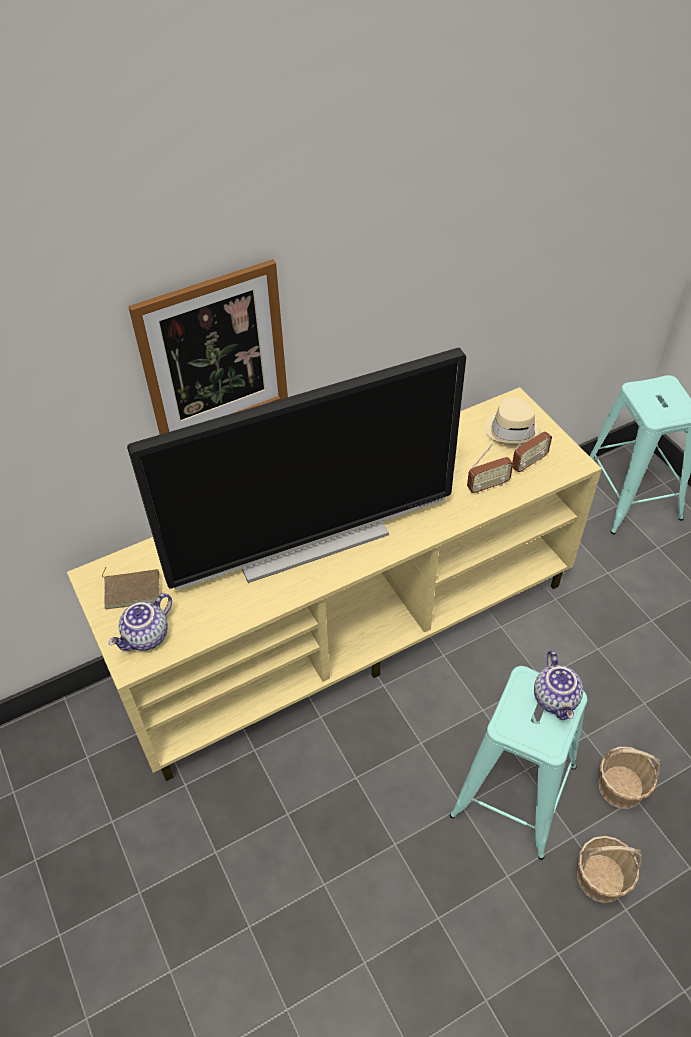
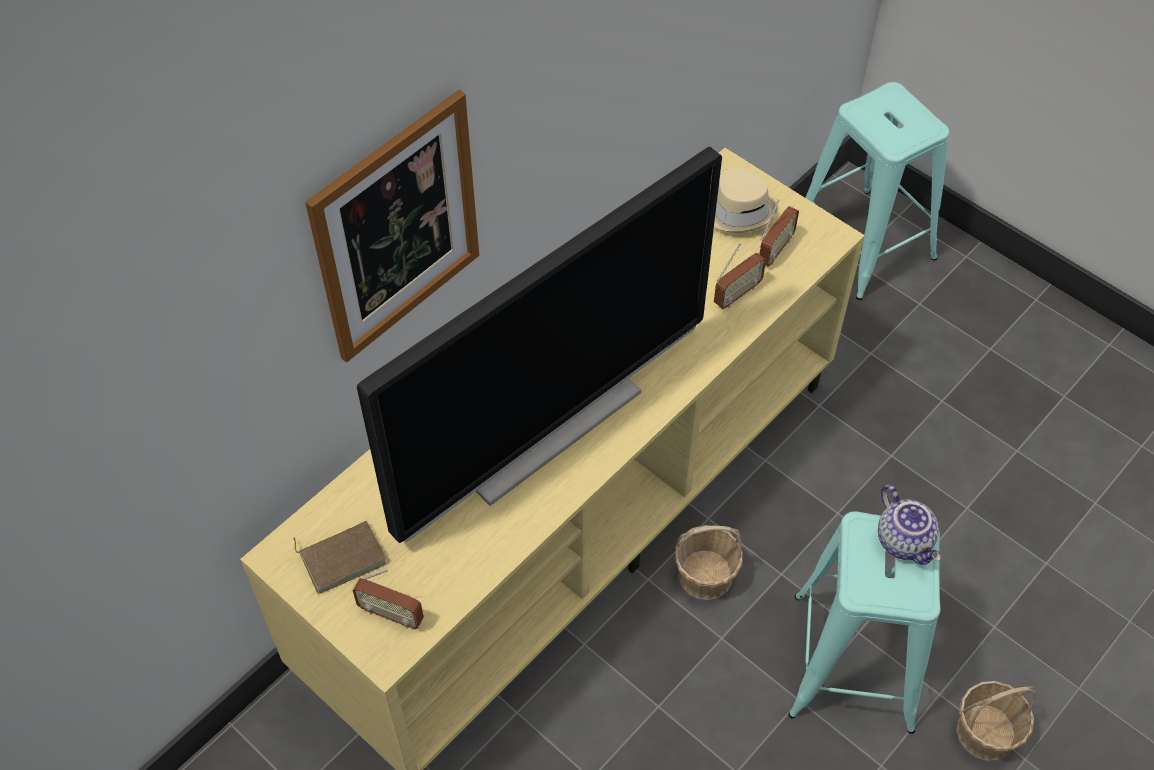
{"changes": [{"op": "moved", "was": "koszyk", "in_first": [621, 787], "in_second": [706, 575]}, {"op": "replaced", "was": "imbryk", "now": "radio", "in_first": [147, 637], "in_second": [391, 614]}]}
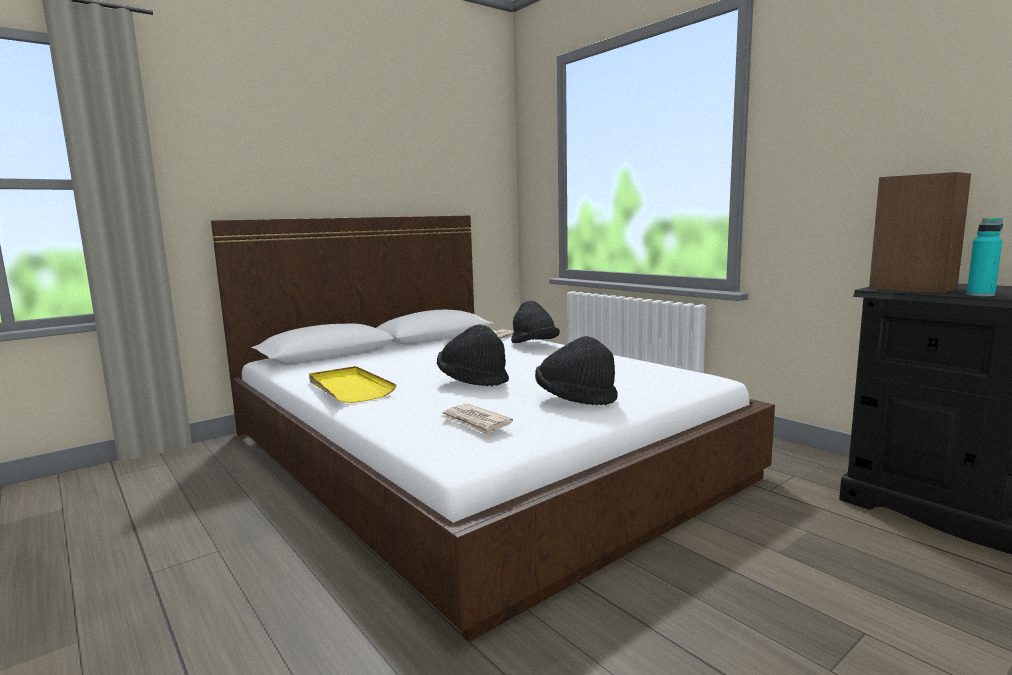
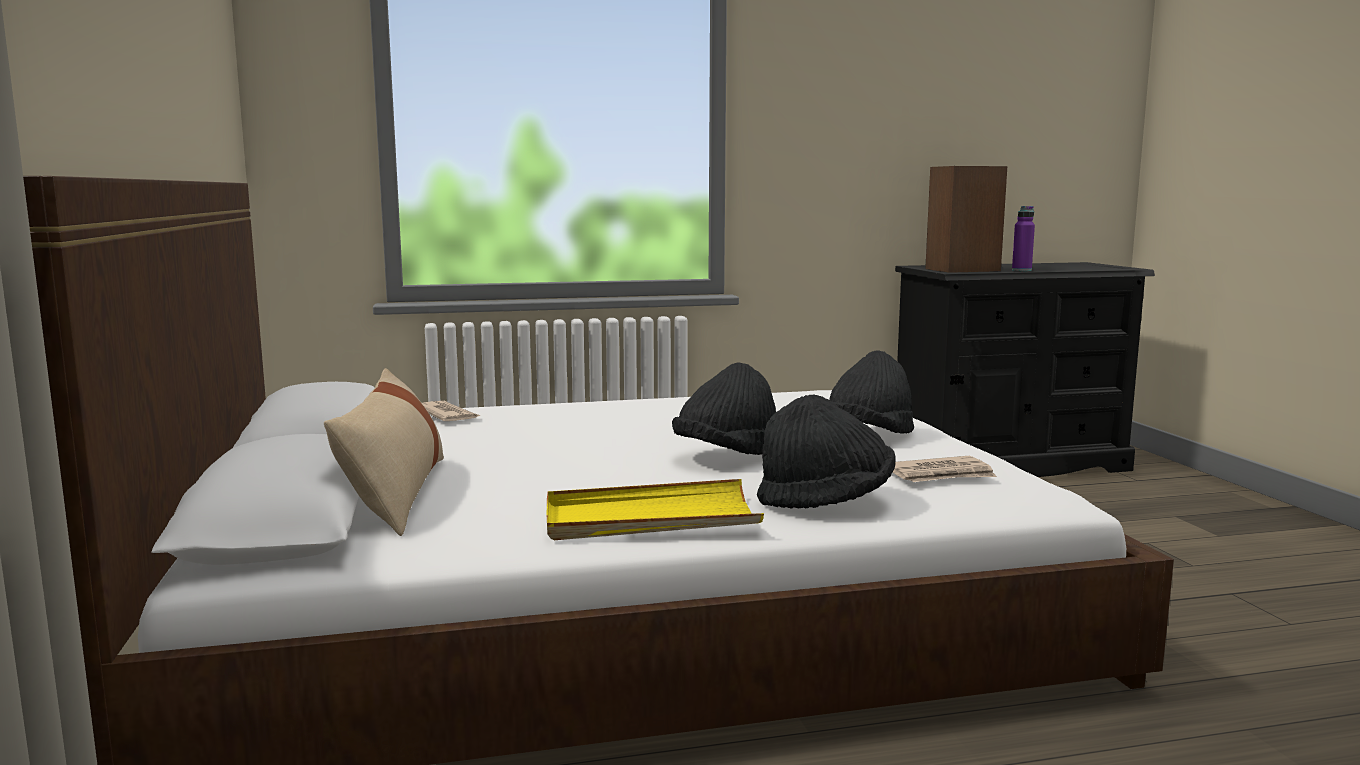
{"changes": [{"op": "added", "now": "poduszka/beżowy", "in_second": [395, 493]}, {"op": "moved", "was": "kapelusz/czarny", "in_first": [534, 345], "in_second": [825, 501]}, {"op": "recoloured", "was": "butelka/turkusowy", "now": "butelka/fioletowy", "in_first": [980, 295], "in_second": [1021, 270]}]}
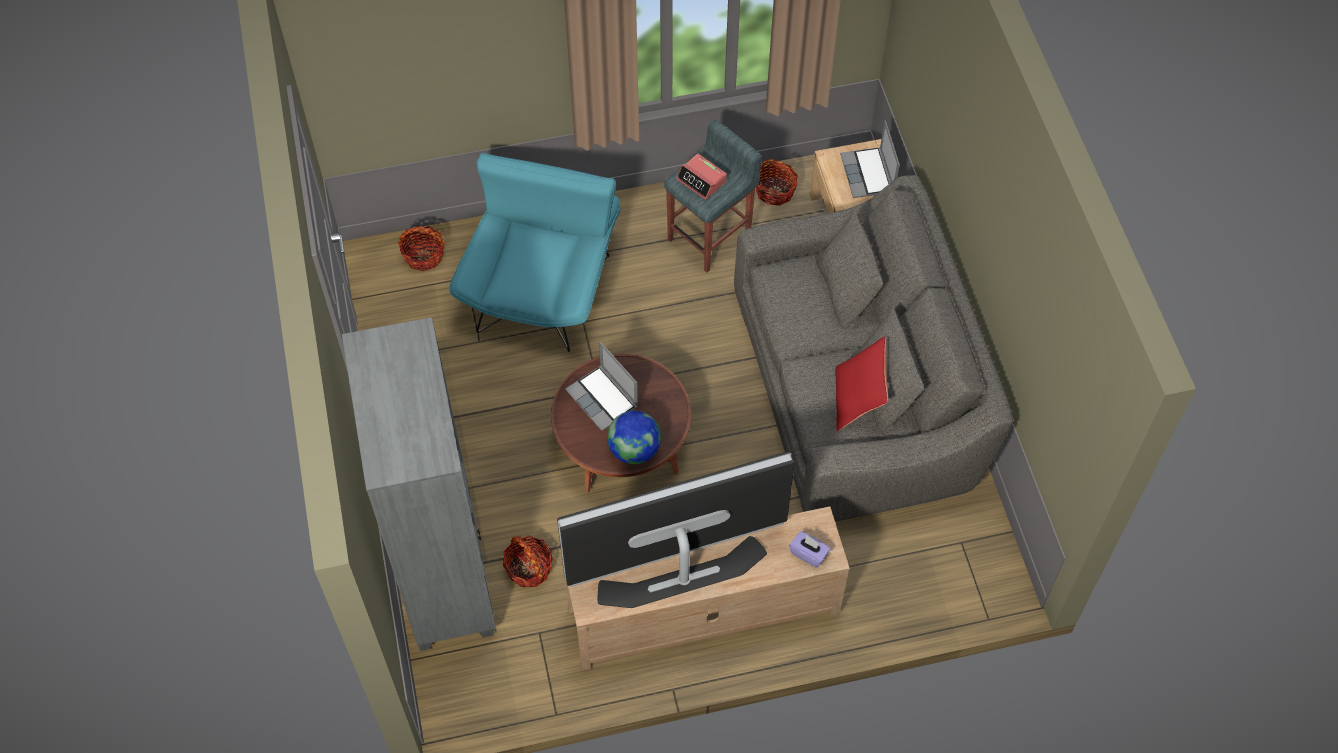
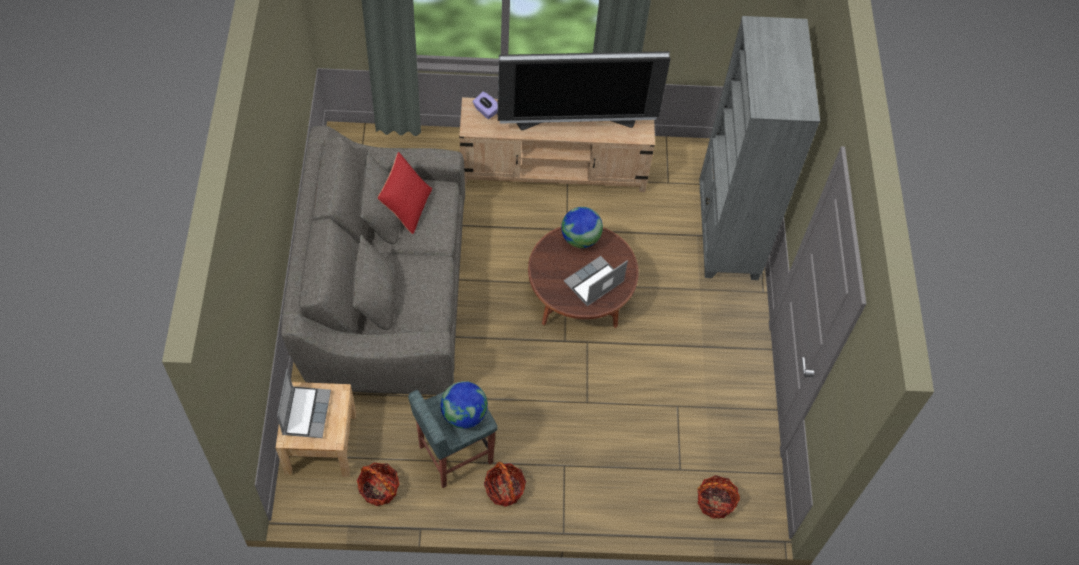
{"changes": [{"op": "removed", "was": "fotel/turkusowy", "in_first": [544, 282]}, {"op": "moved", "was": "koszyk", "in_first": [529, 568], "in_second": [504, 489]}, {"op": "replaced", "was": "budzik", "now": "globus", "in_first": [701, 180], "in_second": [464, 414]}, {"op": "turned", "was": "laptop", "in_first": [603, 399], "in_second": [594, 283], "clockwise": -105}]}
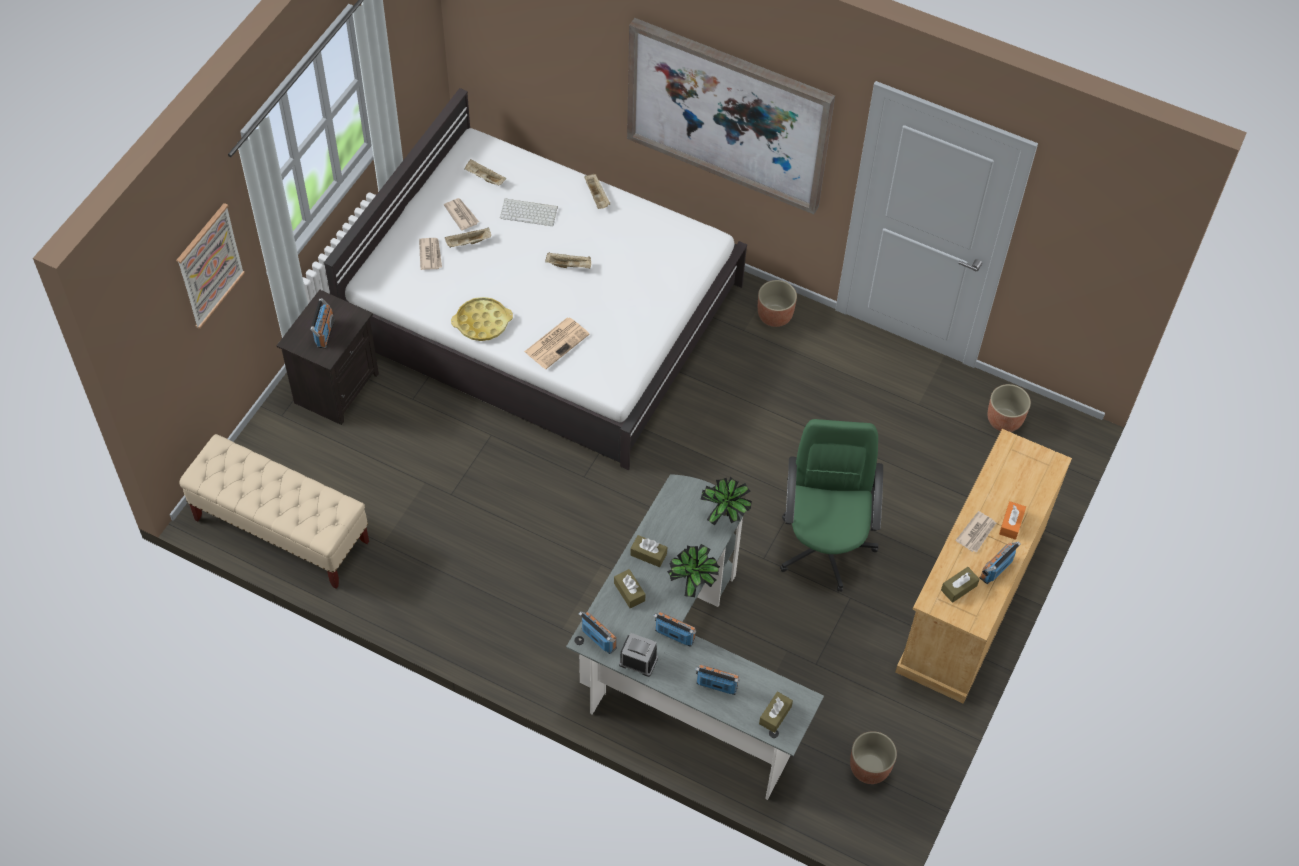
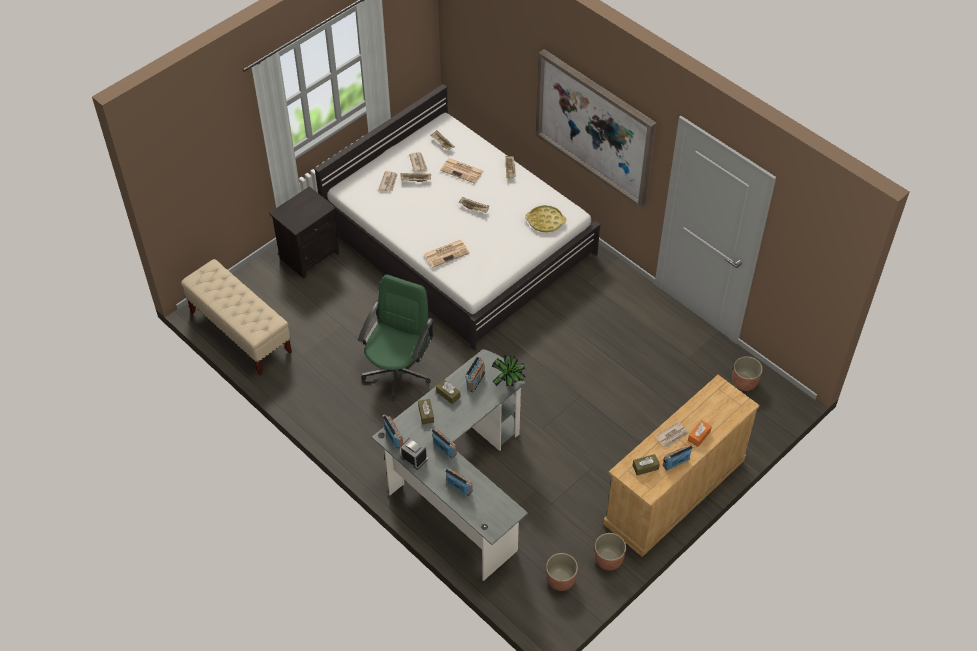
{"changes": [{"op": "removed", "was": "obraz", "in_first": [209, 265]}, {"op": "removed", "was": "roślina doniczkowa", "in_first": [693, 584]}, {"op": "removed", "was": "pudełko chusteczek/brązowy", "in_first": [775, 715]}, {"op": "moved", "was": "radio", "in_first": [325, 333], "in_second": [475, 381]}, {"op": "moved", "was": "taca/żółty", "in_first": [482, 322], "in_second": [545, 221]}, {"op": "moved", "was": "donica", "in_first": [775, 315], "in_second": [608, 559]}, {"op": "moved", "was": "krzesło biurowe/zielony", "in_first": [825, 545], "in_second": [398, 371]}, {"op": "replaced", "was": "klawiatura", "now": "gazeta", "in_first": [529, 212], "in_second": [462, 171]}]}
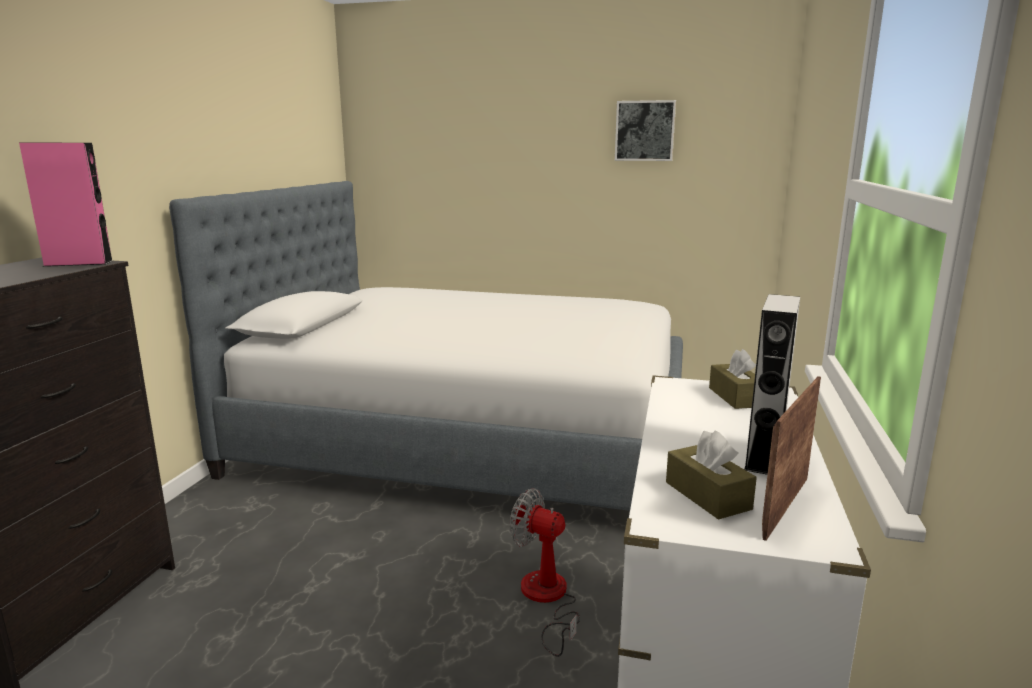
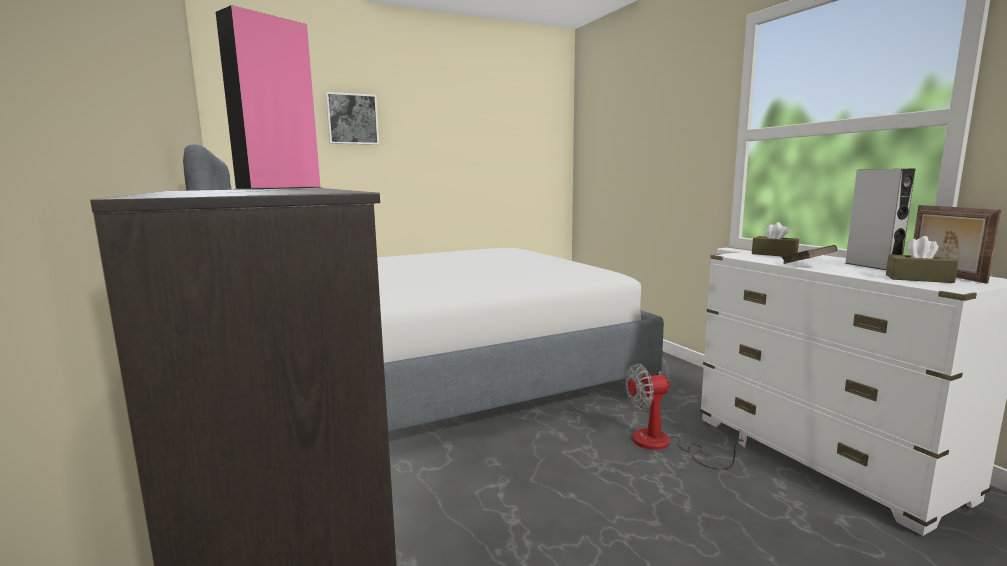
{"changes": [{"op": "added", "now": "książka/brązowy", "in_second": [806, 266]}, {"op": "moved", "was": "obraz", "in_first": [645, 131], "in_second": [352, 119]}]}
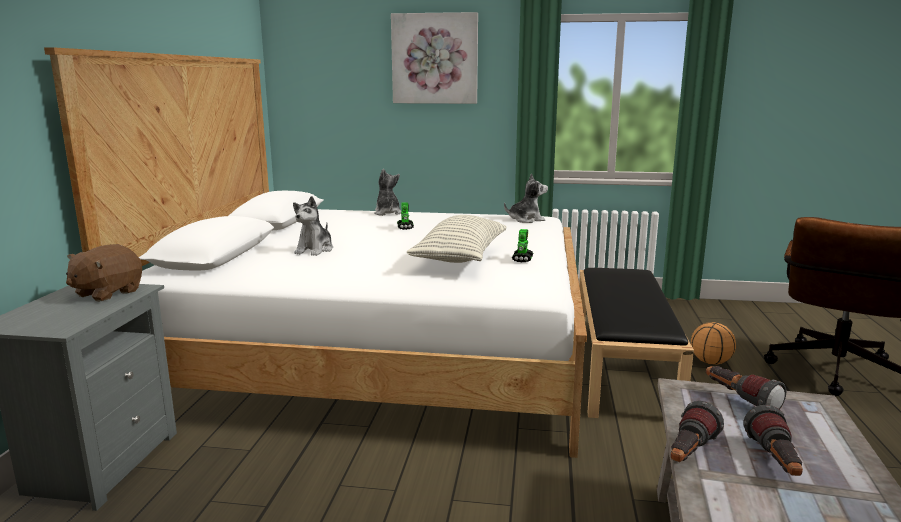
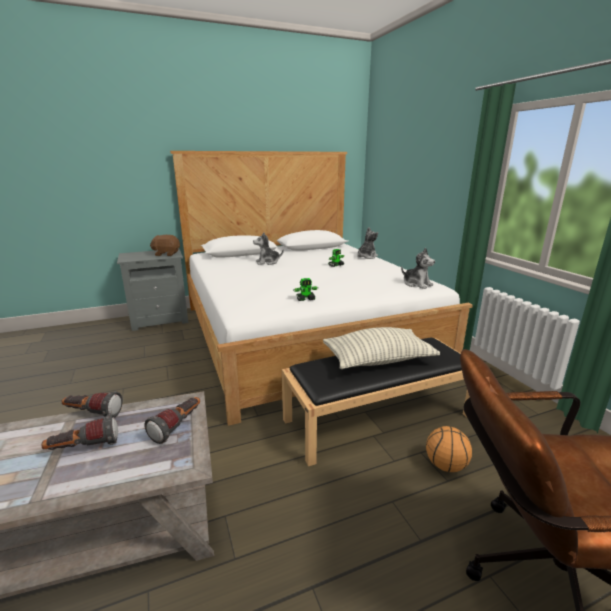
{"changes": [{"op": "removed", "was": "obraz", "in_first": [435, 59]}, {"op": "moved", "was": "poduszka", "in_first": [460, 257], "in_second": [378, 360]}]}
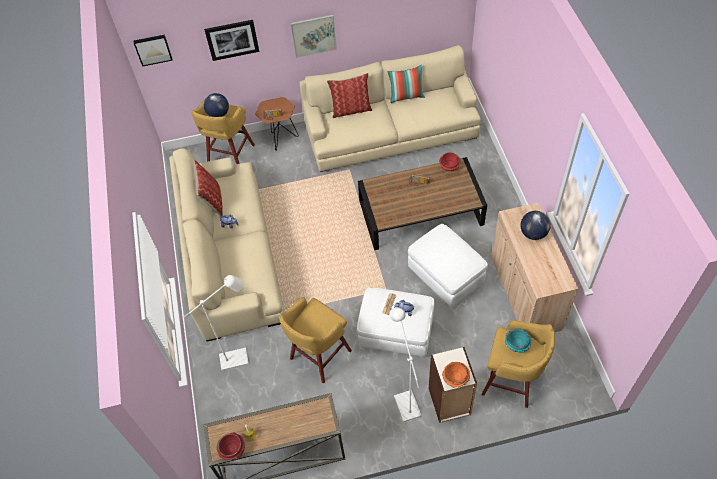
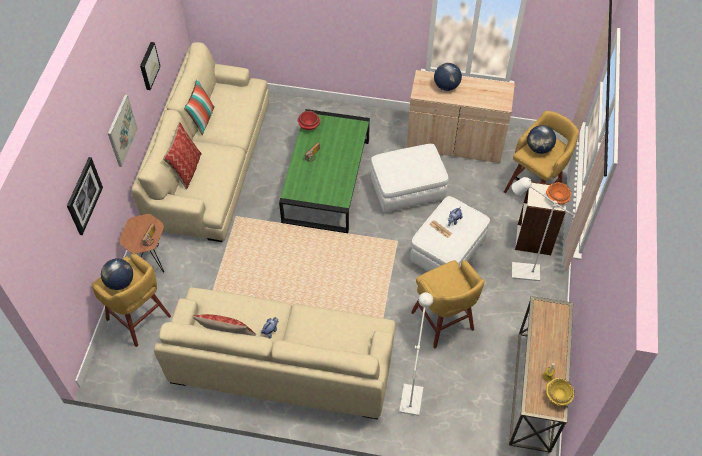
{"changes": [{"op": "moved", "was": "obraz", "in_first": [153, 49], "in_second": [148, 65]}, {"op": "replaced", "was": "miska/turkusowy", "now": "globus", "in_first": [517, 345], "in_second": [539, 148]}, {"op": "recoloured", "was": "miska/czerwony", "now": "miska/żółty", "in_first": [232, 450], "in_second": [558, 396]}, {"op": "recoloured", "was": "ława/brązowy", "now": "ława/zielony", "in_first": [421, 212], "in_second": [326, 180]}]}
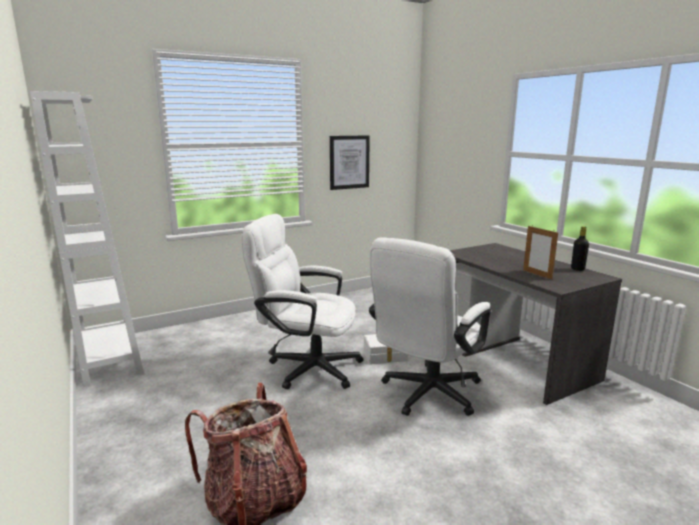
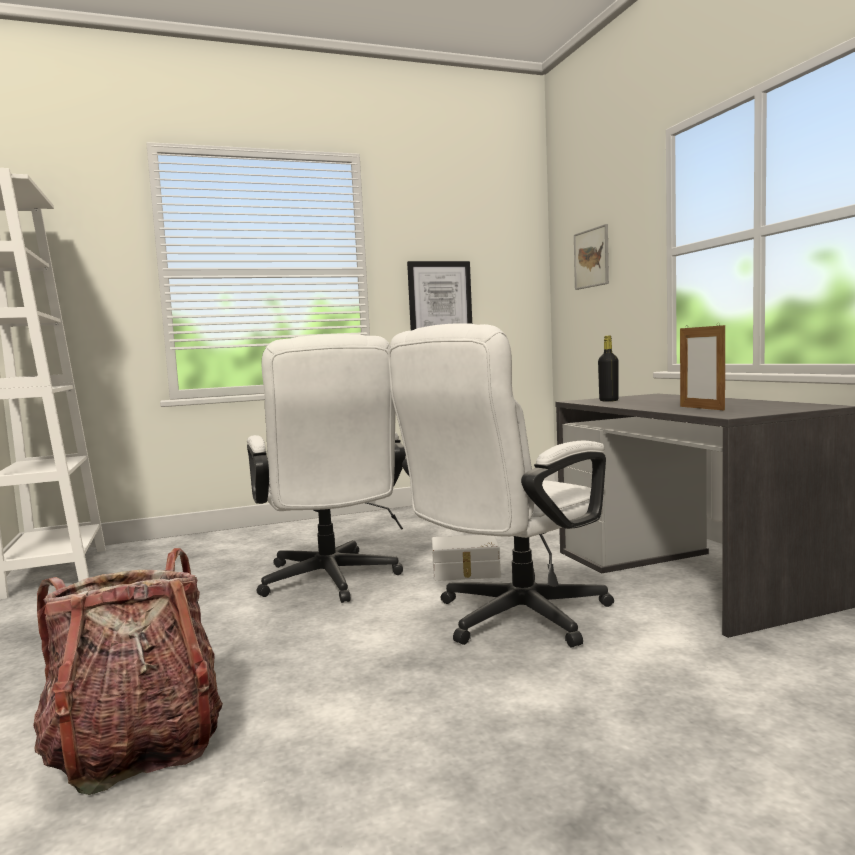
{"changes": [{"op": "added", "now": "obraz", "in_second": [591, 258]}, {"op": "moved", "was": "butelka/czarny", "in_first": [577, 269], "in_second": [608, 401]}, {"op": "turned", "was": "krzesło biurowe/biały", "in_first": [306, 367], "in_second": [331, 582], "clockwise": -135}]}
